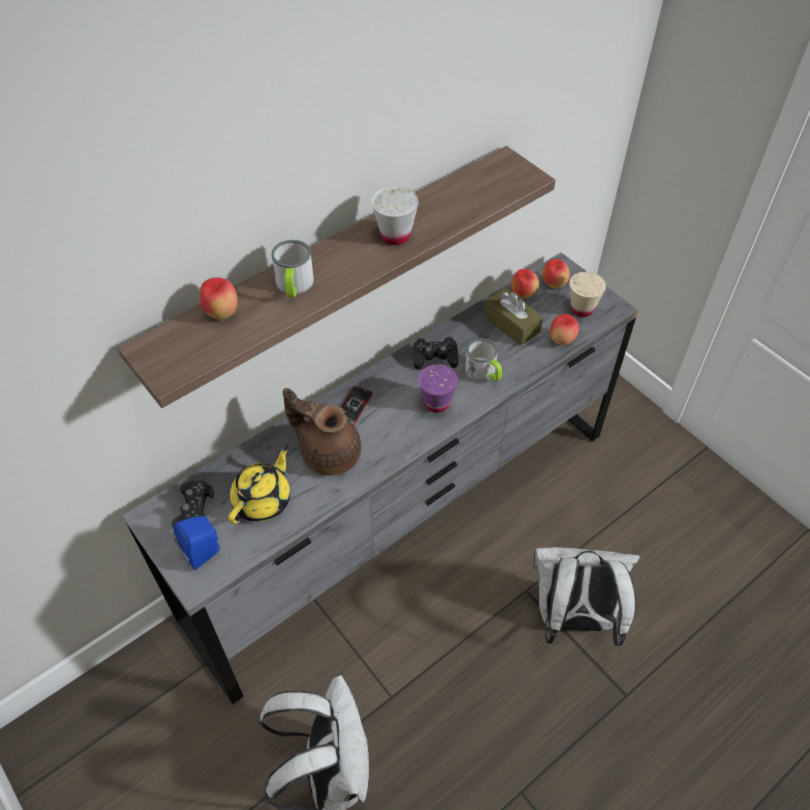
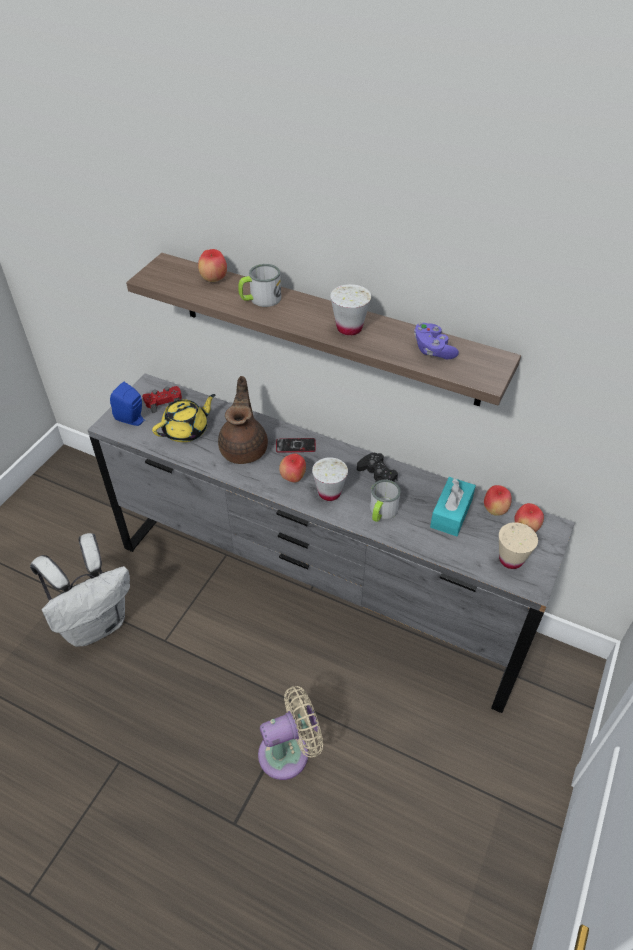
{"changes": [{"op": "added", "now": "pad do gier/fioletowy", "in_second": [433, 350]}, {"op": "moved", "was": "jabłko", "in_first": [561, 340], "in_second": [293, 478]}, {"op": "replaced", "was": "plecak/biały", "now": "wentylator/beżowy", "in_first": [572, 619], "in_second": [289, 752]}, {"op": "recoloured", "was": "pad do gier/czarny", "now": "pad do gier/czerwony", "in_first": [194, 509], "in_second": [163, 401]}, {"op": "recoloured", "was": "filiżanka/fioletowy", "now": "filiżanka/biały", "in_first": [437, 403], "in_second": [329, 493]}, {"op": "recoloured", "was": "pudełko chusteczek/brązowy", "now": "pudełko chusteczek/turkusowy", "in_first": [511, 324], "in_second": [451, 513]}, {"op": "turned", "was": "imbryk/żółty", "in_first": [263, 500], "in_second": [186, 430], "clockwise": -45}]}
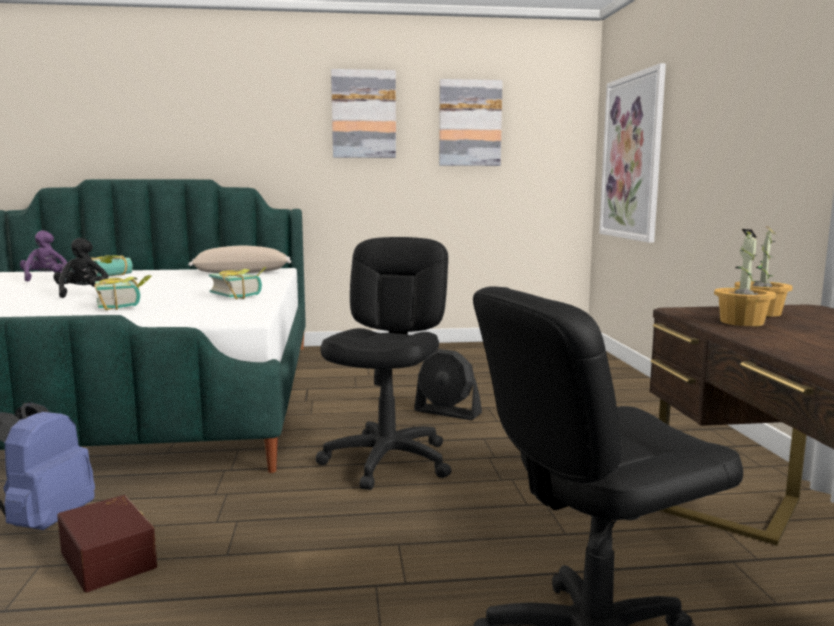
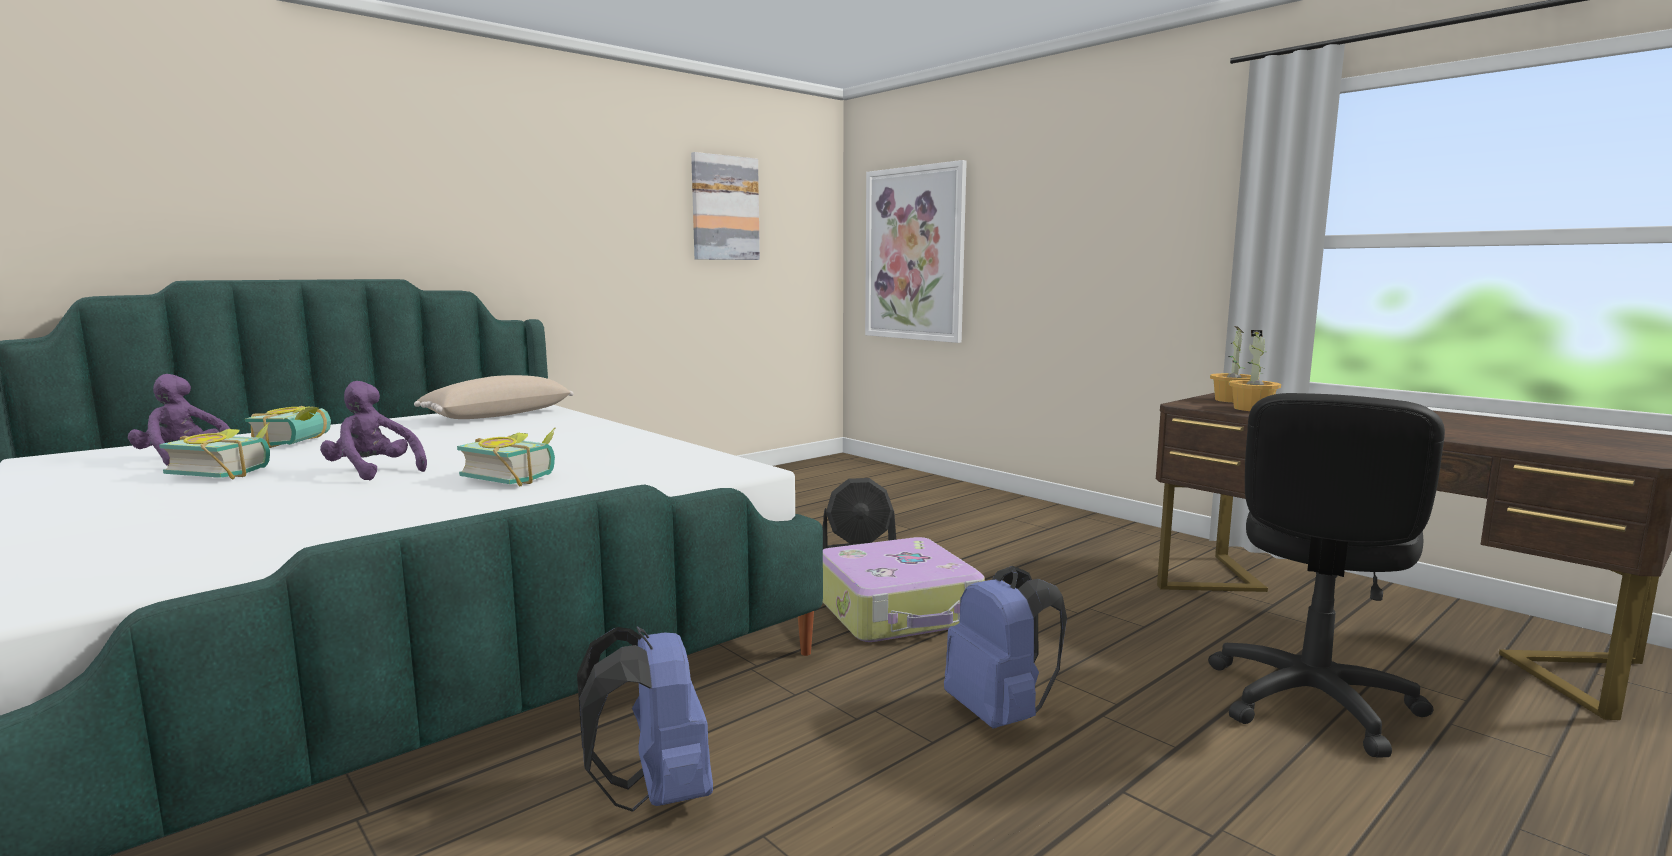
{"changes": [{"op": "removed", "was": "pojemnik do przechowywania/brązowy", "in_first": [111, 558]}, {"op": "removed", "was": "obraz", "in_first": [363, 114]}, {"op": "added", "now": "plecak/niebieski", "in_second": [1000, 715]}, {"op": "moved", "was": "książka", "in_first": [240, 295], "in_second": [227, 472]}, {"op": "replaced", "was": "krzesło biurowe/czarny", "now": "walizka", "in_first": [388, 461], "in_second": [898, 610]}, {"op": "recoloured", "was": "pluszak/czarny", "now": "pluszak/fioletowy", "in_first": [83, 294], "in_second": [373, 472]}]}
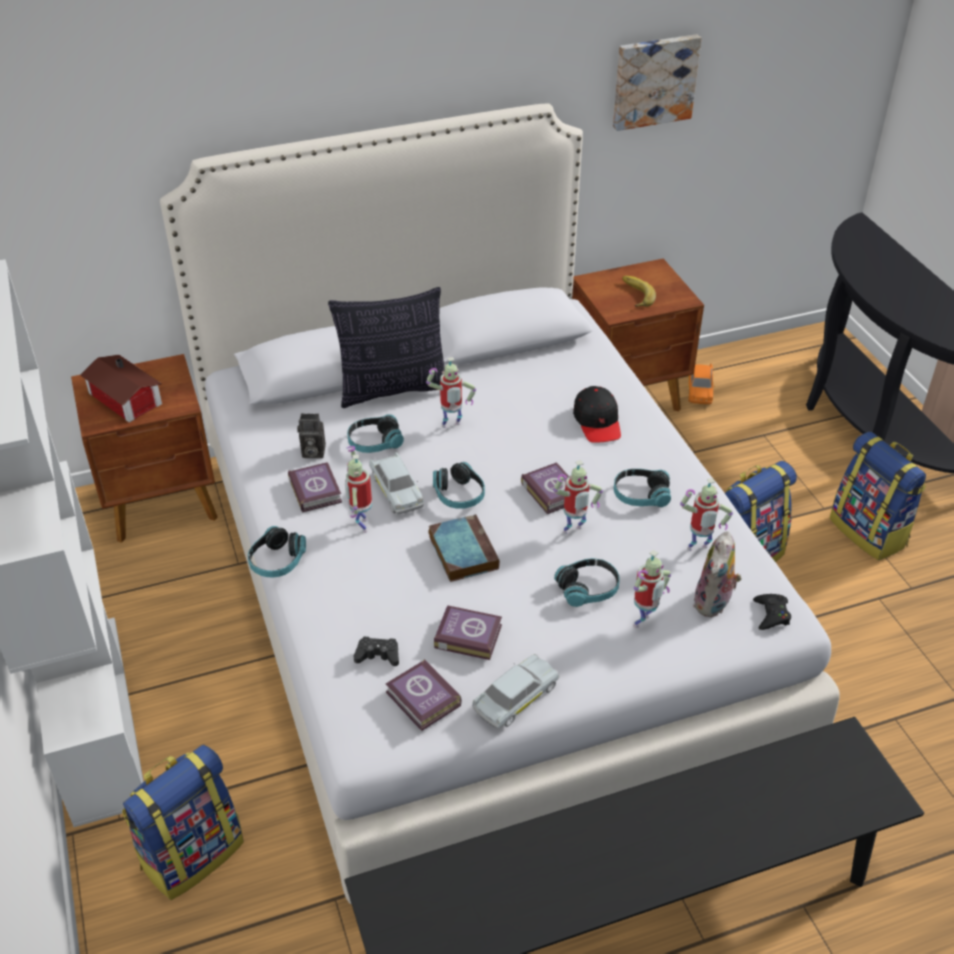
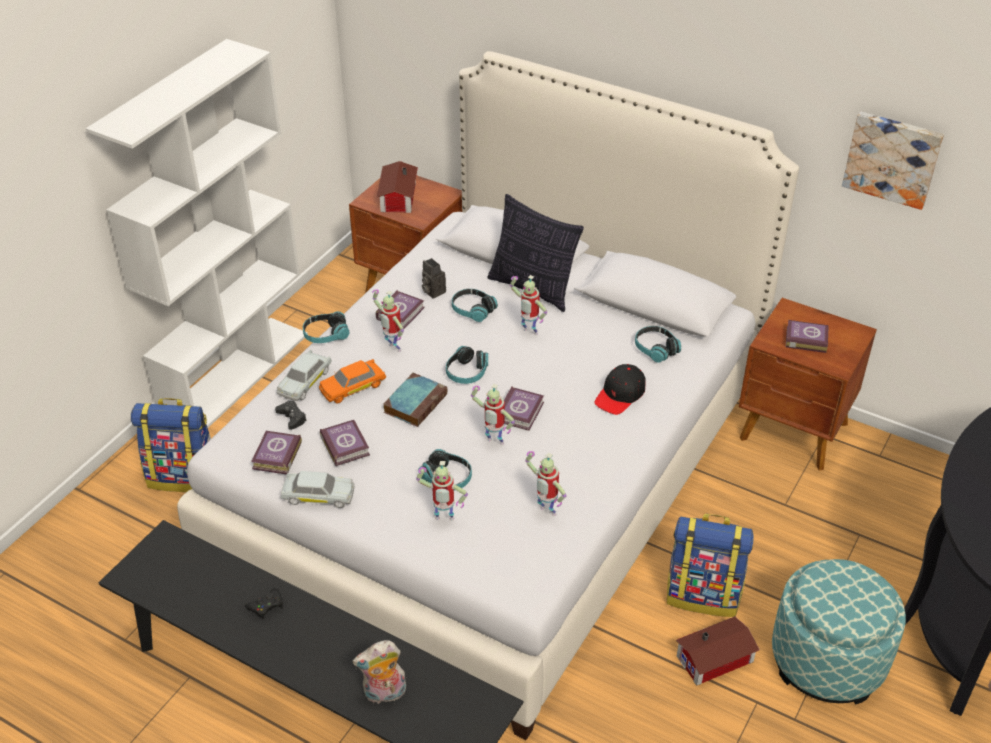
{"changes": [{"op": "added", "now": "domek", "in_second": [717, 659]}, {"op": "moved", "was": "samochodzik/biały", "in_first": [396, 490], "in_second": [305, 382]}, {"op": "moved", "was": "słuchawki", "in_first": [641, 495], "in_second": [655, 349]}, {"op": "moved", "was": "samochodzik/pomarańczowy", "in_first": [699, 389], "in_second": [353, 387]}, {"op": "moved", "was": "pluszak", "in_first": [714, 604], "in_second": [384, 694]}, {"op": "moved", "was": "pad do gier/czarny", "in_first": [771, 615], "in_second": [266, 606]}, {"op": "replaced", "was": "banan", "now": "książka", "in_first": [634, 295], "in_second": [805, 339]}, {"op": "replaced", "was": "plecak", "now": "pufa", "in_first": [869, 532], "in_second": [827, 660]}, {"op": "turned", "was": "robot zabawkowy", "in_first": [361, 525], "in_second": [392, 348], "clockwise": -90}]}
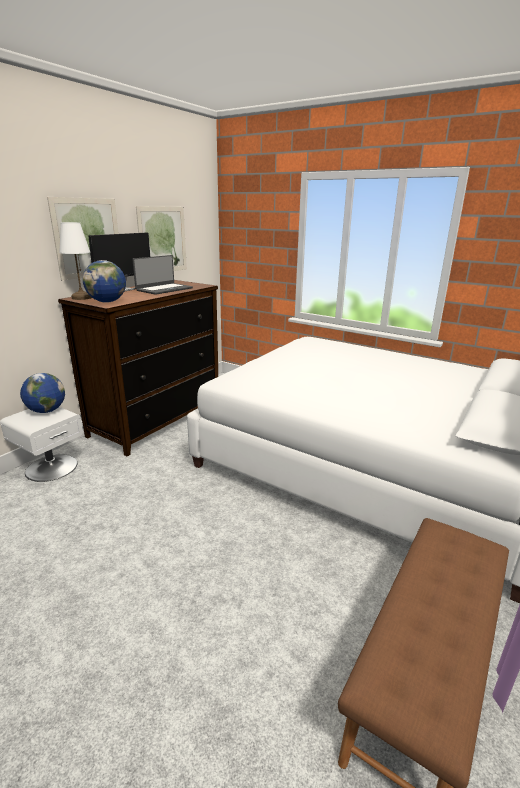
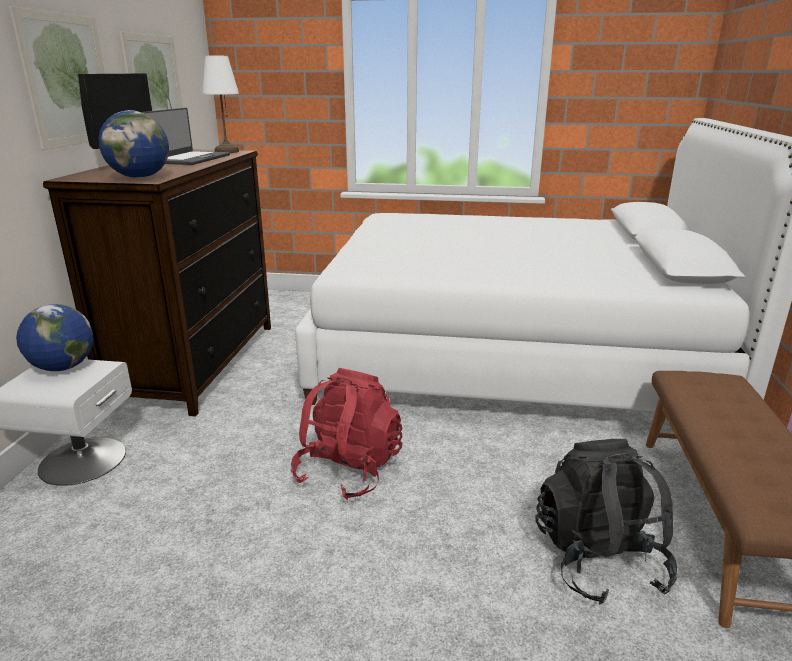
{"changes": [{"op": "added", "now": "plecak/czerwony", "in_second": [348, 470]}, {"op": "added", "now": "plecak/czarny", "in_second": [598, 560]}, {"op": "moved", "was": "lampa stołowa/biały", "in_first": [81, 298], "in_second": [226, 152]}]}
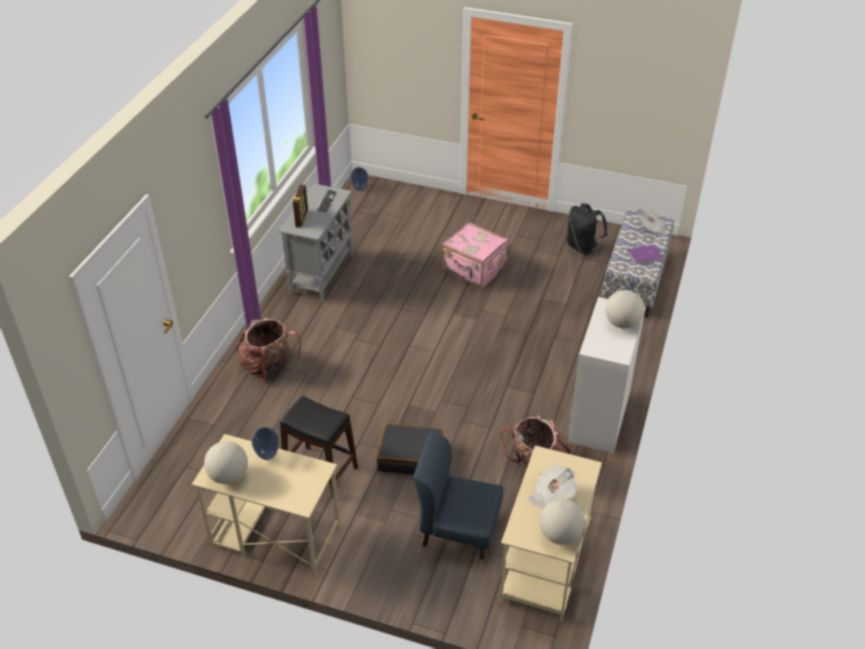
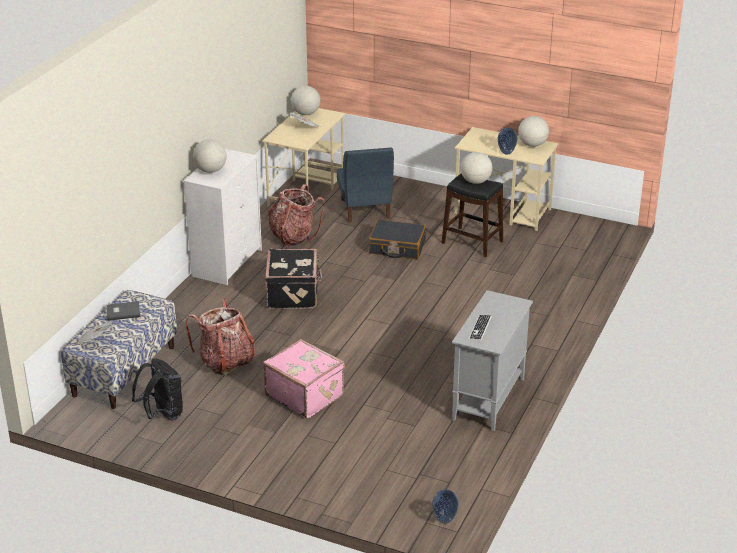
{"changes": [{"op": "removed", "was": "ramka na zdjęcie", "in_first": [302, 218]}, {"op": "added", "now": "walizka/czarny", "in_second": [294, 294]}, {"op": "added", "now": "globus", "in_second": [475, 181]}, {"op": "moved", "was": "plecak", "in_first": [268, 365], "in_second": [225, 361]}, {"op": "recoloured", "was": "książka/fioletowy", "now": "książka/szary", "in_first": [645, 256], "in_second": [122, 312]}, {"op": "turned", "was": "krzesło/niebieski", "in_first": [458, 529], "in_second": [365, 209], "clockwise": 60}]}
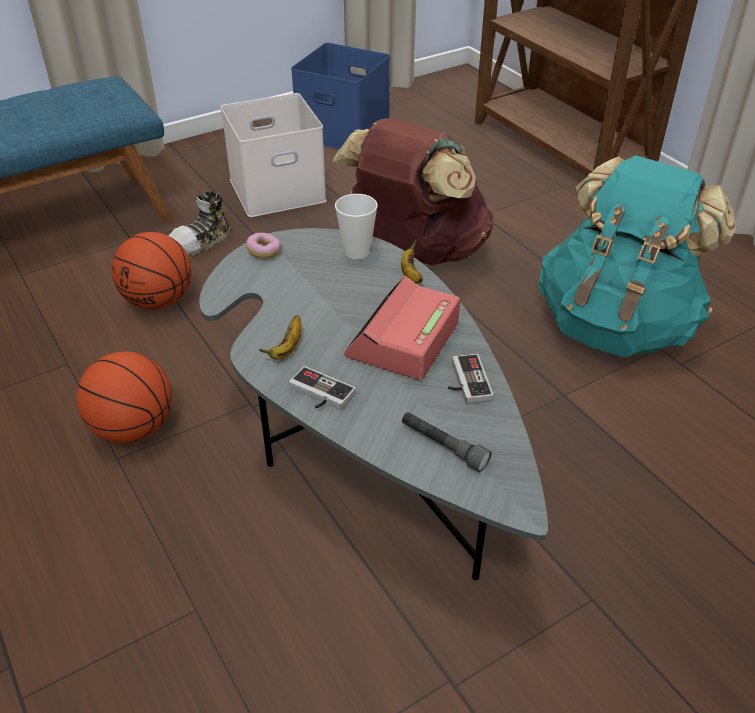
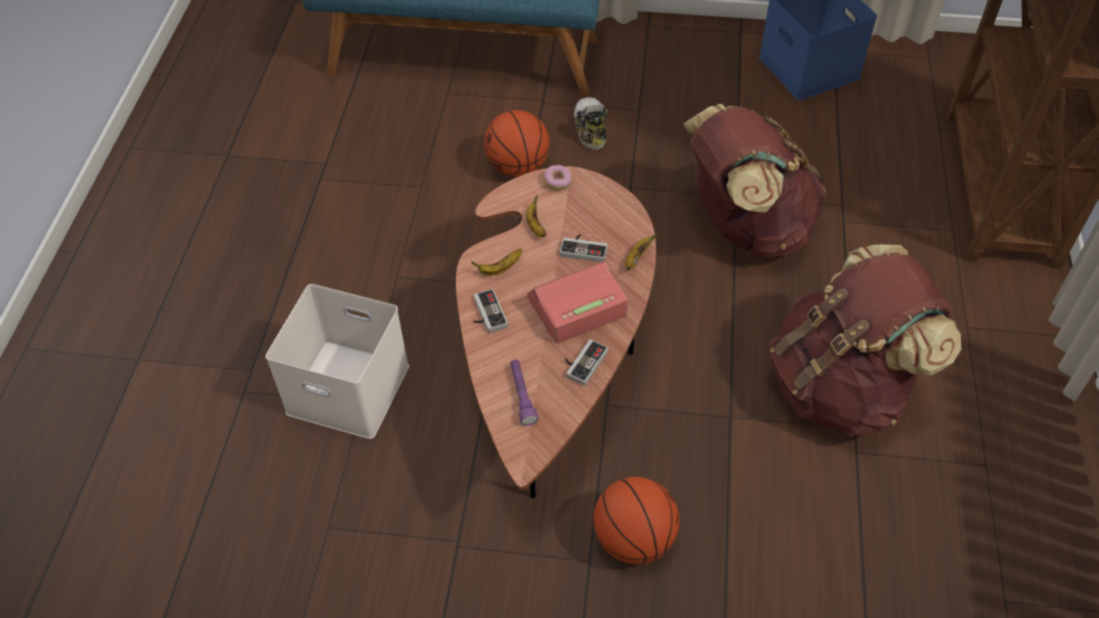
{"changes": [{"op": "removed", "was": "filiżanka", "in_first": [357, 252]}, {"op": "added", "now": "banan", "in_second": [535, 226]}, {"op": "added", "now": "pad do gier", "in_second": [584, 248]}, {"op": "moved", "was": "piłka do koszykówki", "in_first": [133, 429], "in_second": [633, 539]}, {"op": "moved", "was": "pojemnik do przechowywania/biały", "in_first": [278, 189], "in_second": [351, 387]}, {"op": "recoloured", "was": "ława/szary", "now": "ława/brązowy", "in_first": [365, 441], "in_second": [554, 360]}, {"op": "recoloured", "was": "latarka/szary", "now": "latarka/fioletowy", "in_first": [443, 447], "in_second": [522, 395]}, {"op": "recoloured", "was": "plecak/turkusowy", "now": "plecak/brązowy", "in_first": [616, 324], "in_second": [841, 387]}, {"op": "turned", "was": "but", "in_first": [201, 242], "in_second": [590, 129], "clockwise": 90}]}
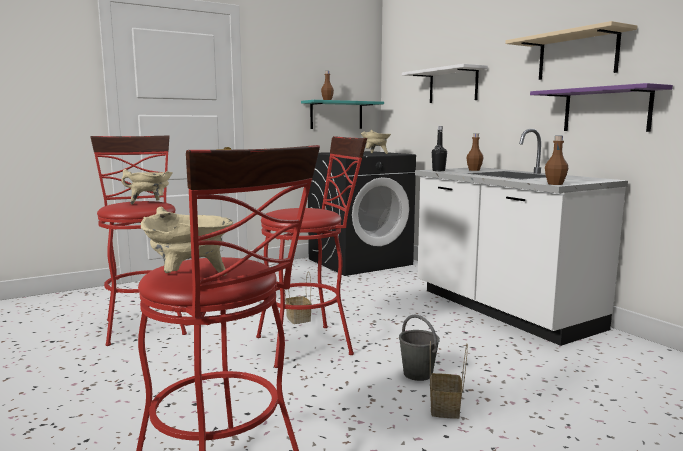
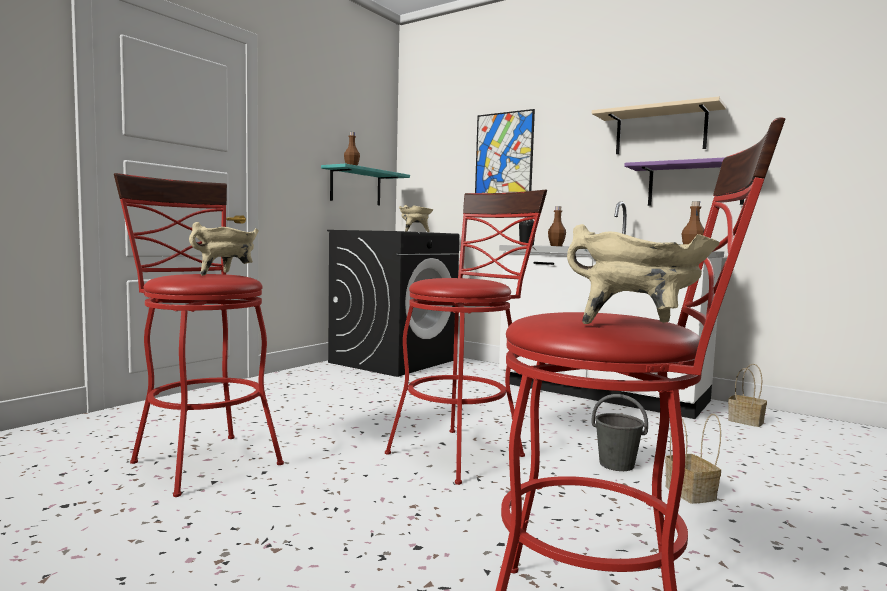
{"changes": [{"op": "moved", "was": "koszyk", "in_first": [297, 318], "in_second": [744, 421]}, {"op": "replaced", "was": "półka/biały", "now": "obraz", "in_first": [453, 85], "in_second": [503, 159]}]}
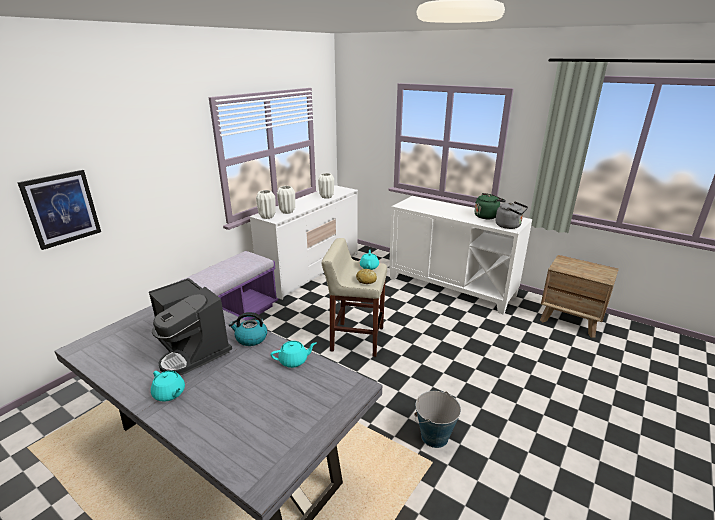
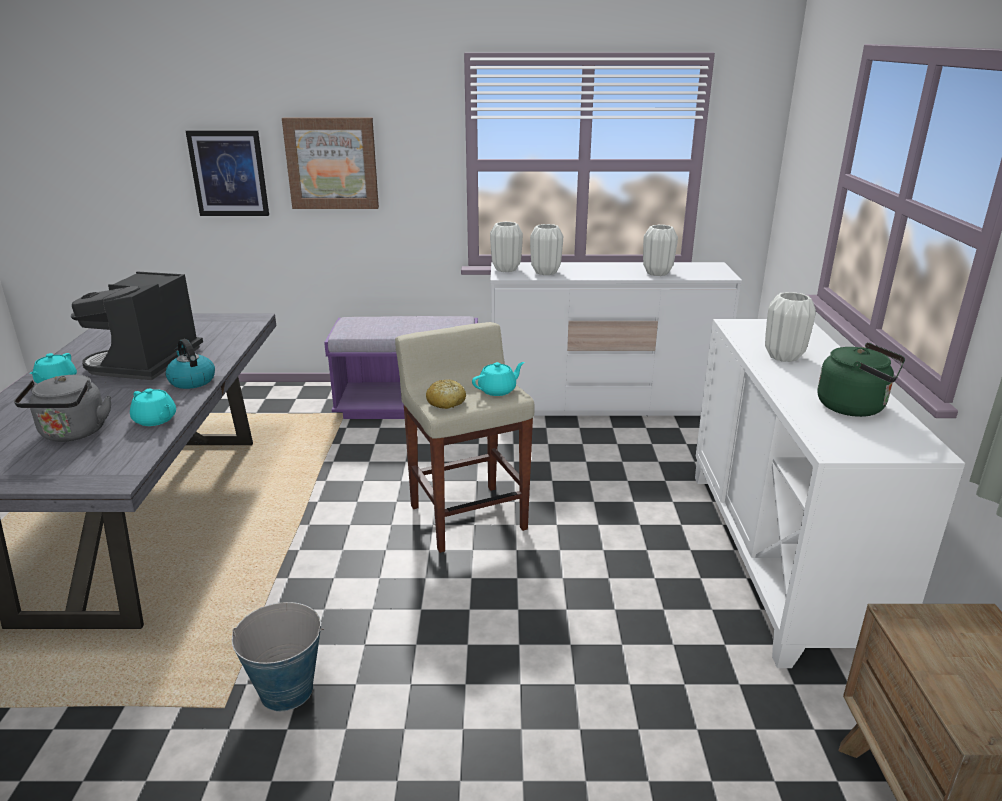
{"changes": [{"op": "added", "now": "obraz", "in_second": [332, 163]}, {"op": "added", "now": "wazon/biały", "in_second": [784, 357]}, {"op": "moved", "was": "czajnik/szary", "in_first": [509, 226], "in_second": [73, 434]}]}
